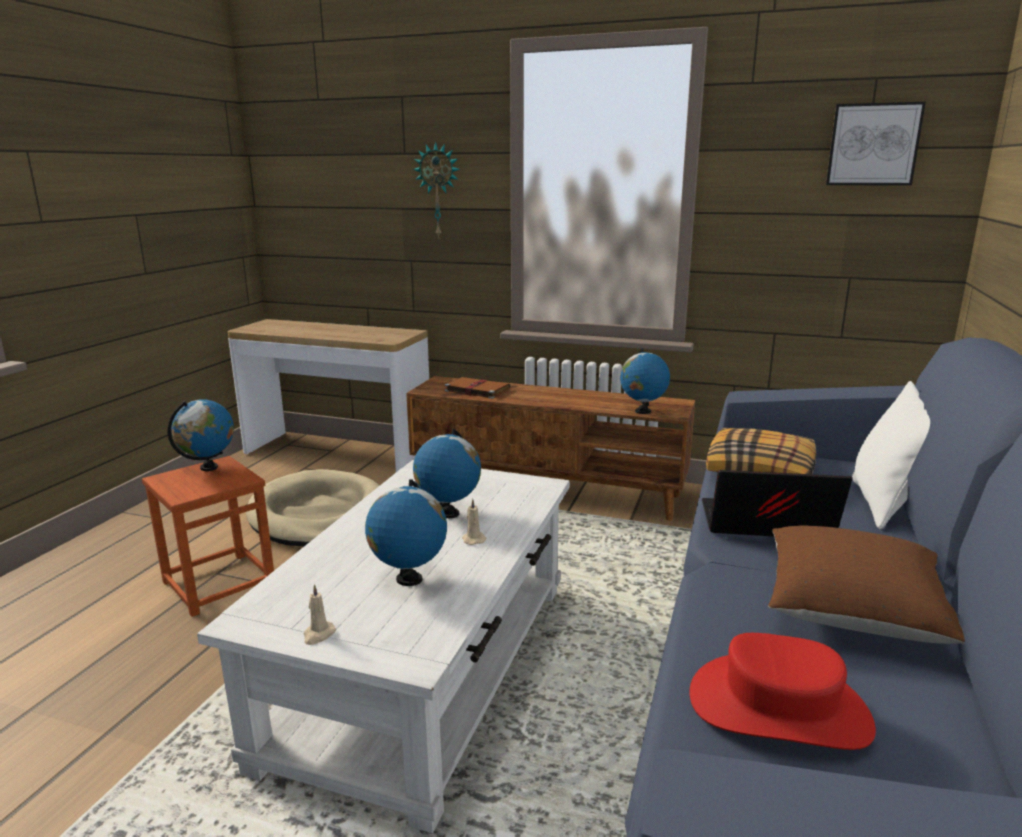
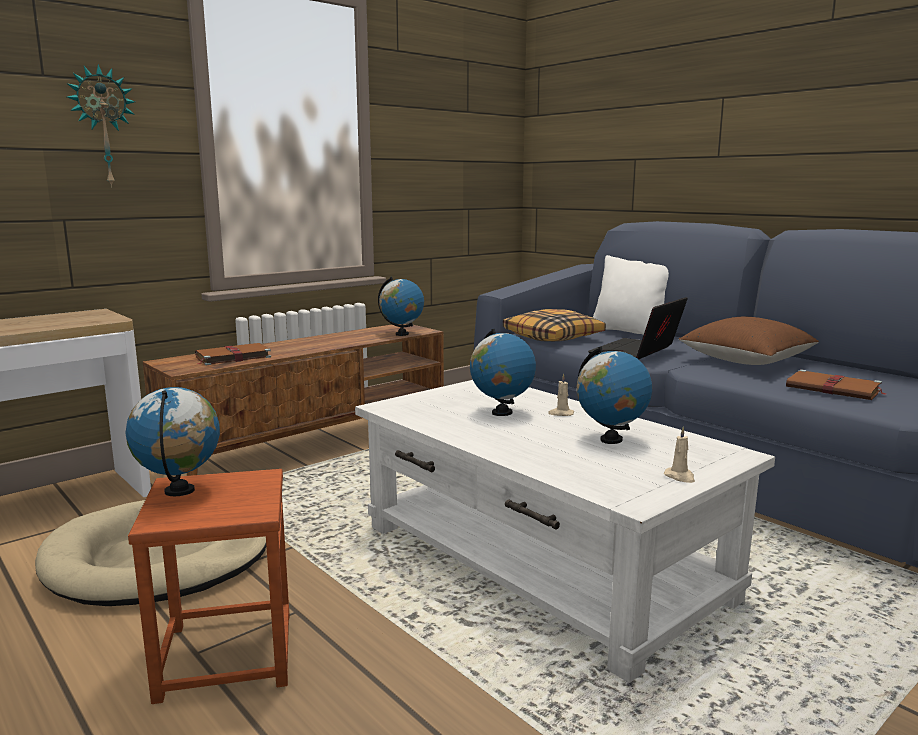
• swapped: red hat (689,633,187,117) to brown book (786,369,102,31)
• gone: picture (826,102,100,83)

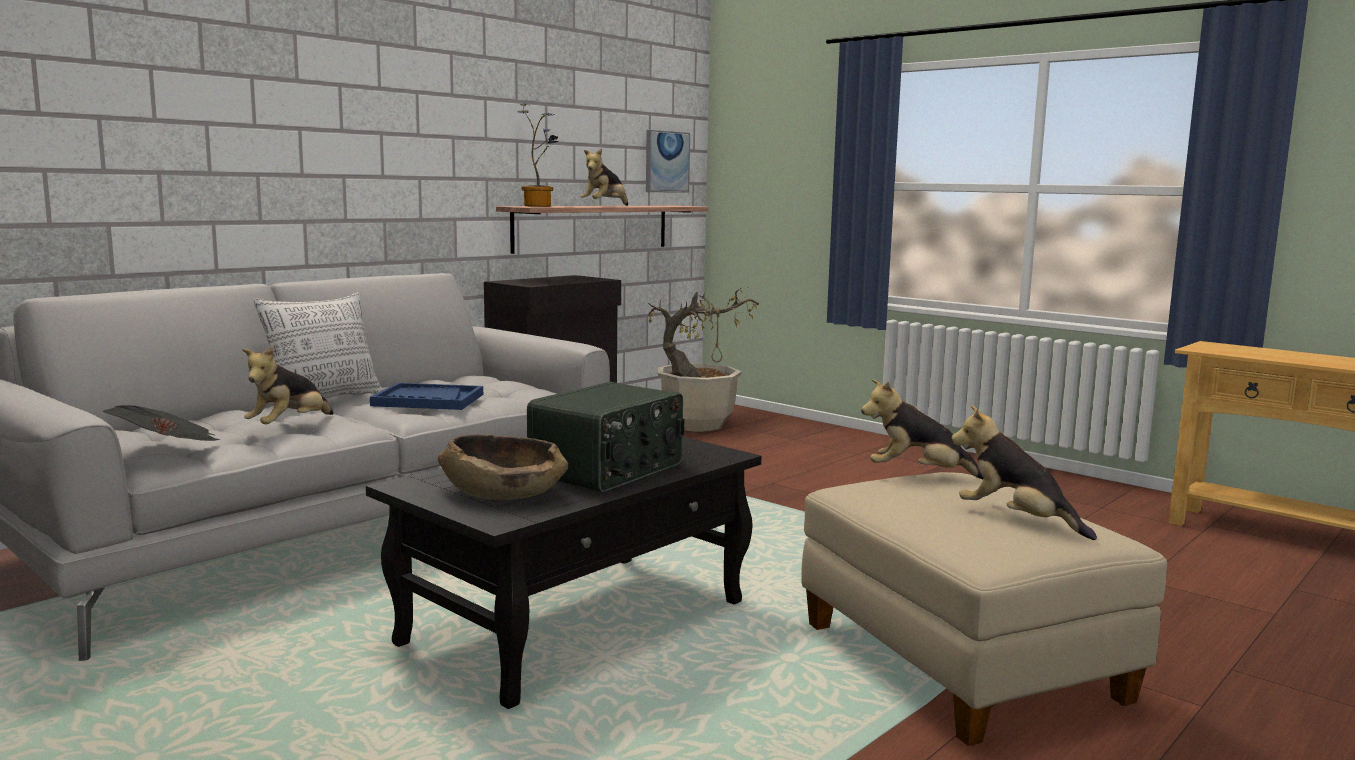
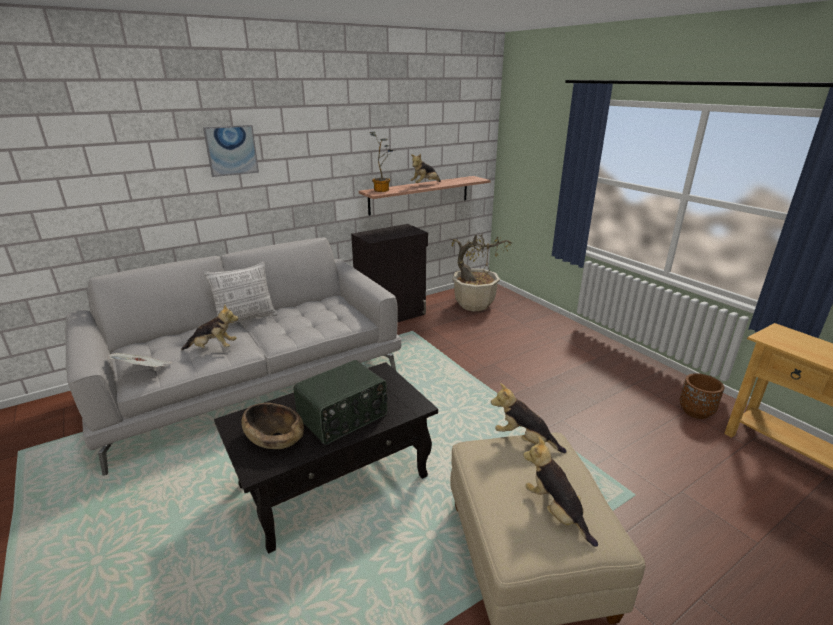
• rotated: plush toy (243,346,91,78) = (181,304,57,46) 135 degrees counterclockwise
• gone: blue tray (370,383,113,27)
• shifted: picture (646,130,44,63) to (203,125,56,52)
• new: brown planter (680,373,45,46)

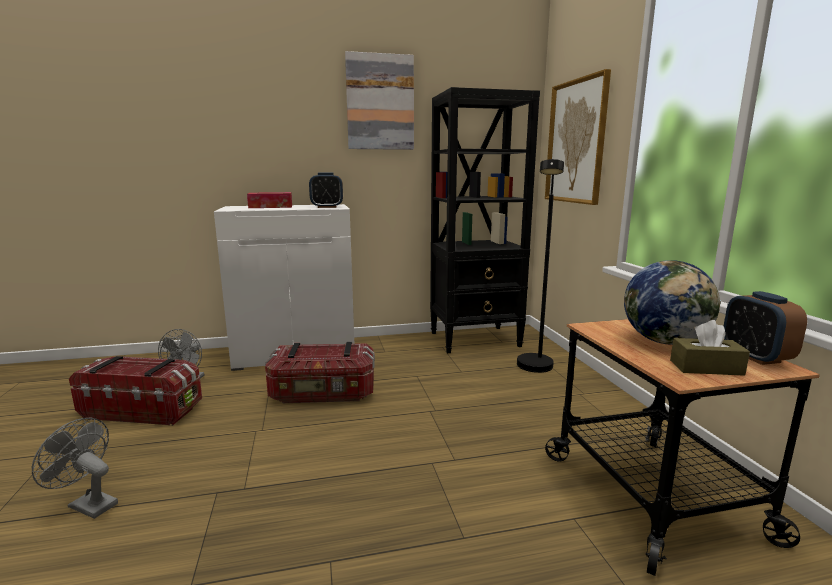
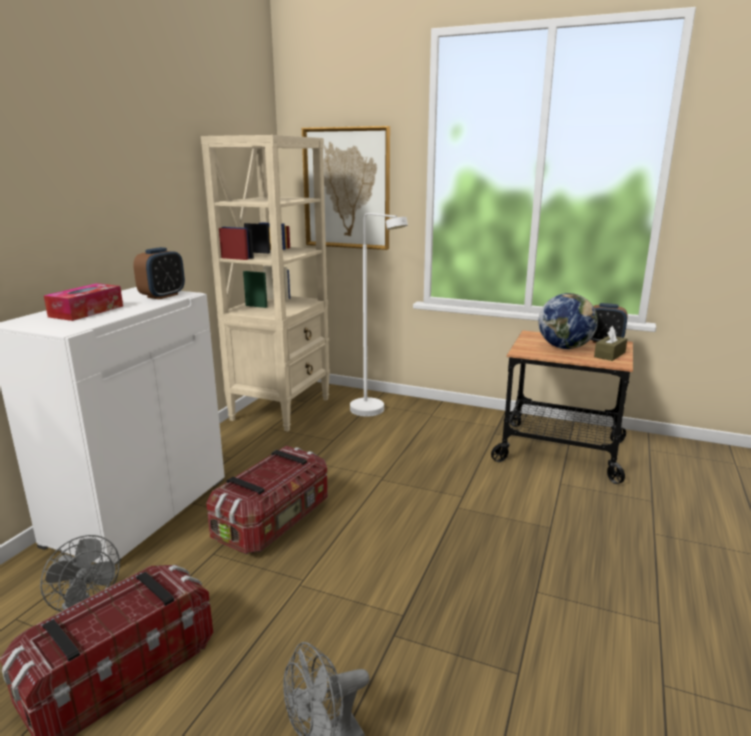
• gone: picture (345,51,69,99)
• repainted: black bookcase (430,87,110,266) to beige bookcase (201,135,129,297)
• repainted: black floor lamp (517,159,47,214) to white floor lamp (350,213,58,204)

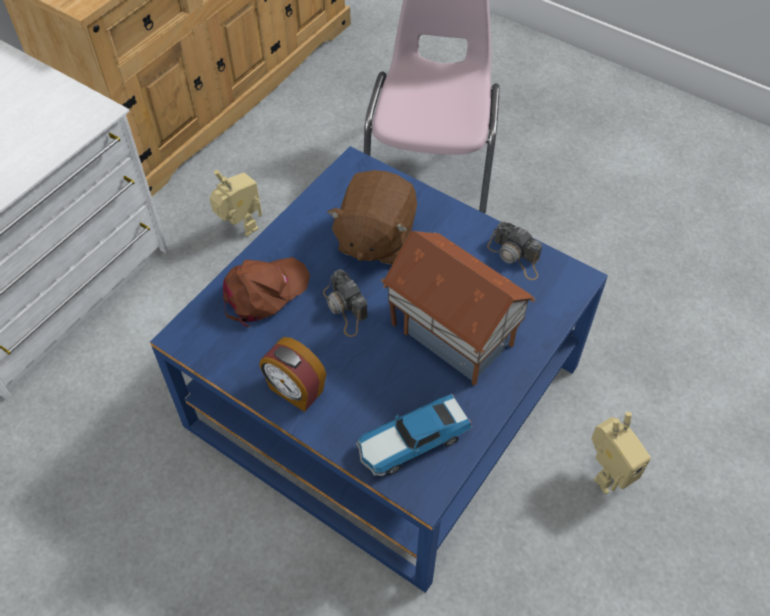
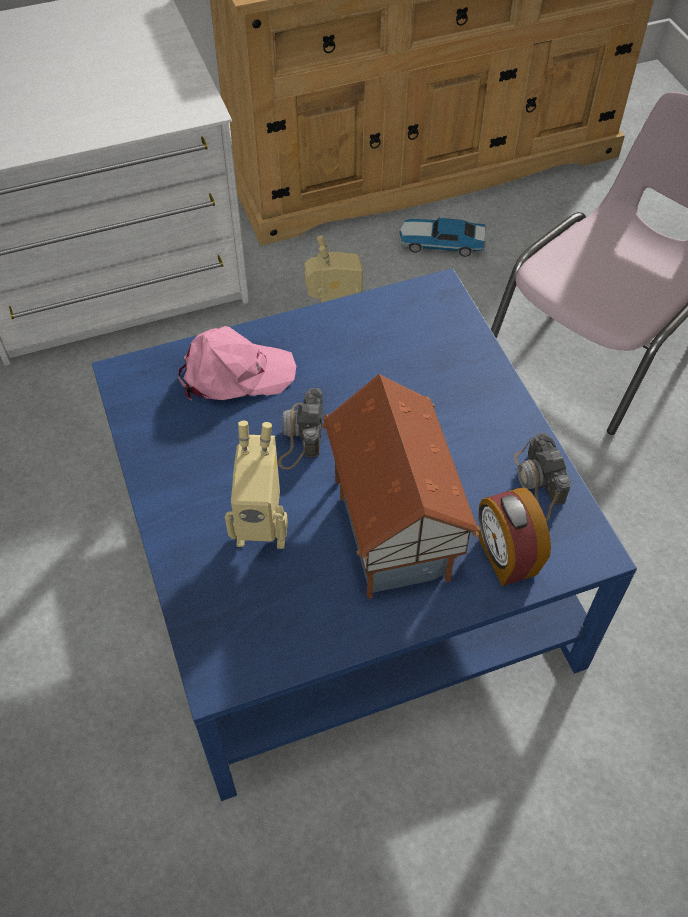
• repainted: brown cap (223,257,87,70) to pink cap (178,326,118,75)
• shifted: alarm clock (260,337,66,75) to (478,487,73,99)
• gone: brown plush toy (327,170,90,95)
• shifted: toy car (356,394,116,82) to (397,217,89,40)
• shifted: toy robot (591,412,60,82) to (225,421,63,128)

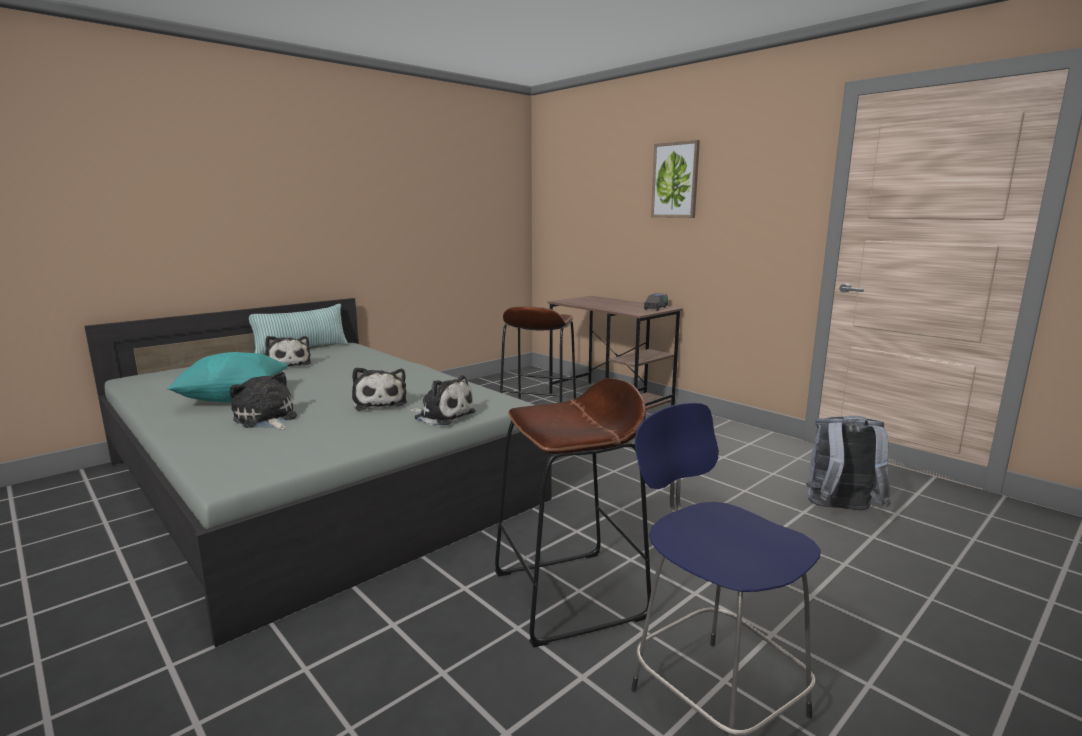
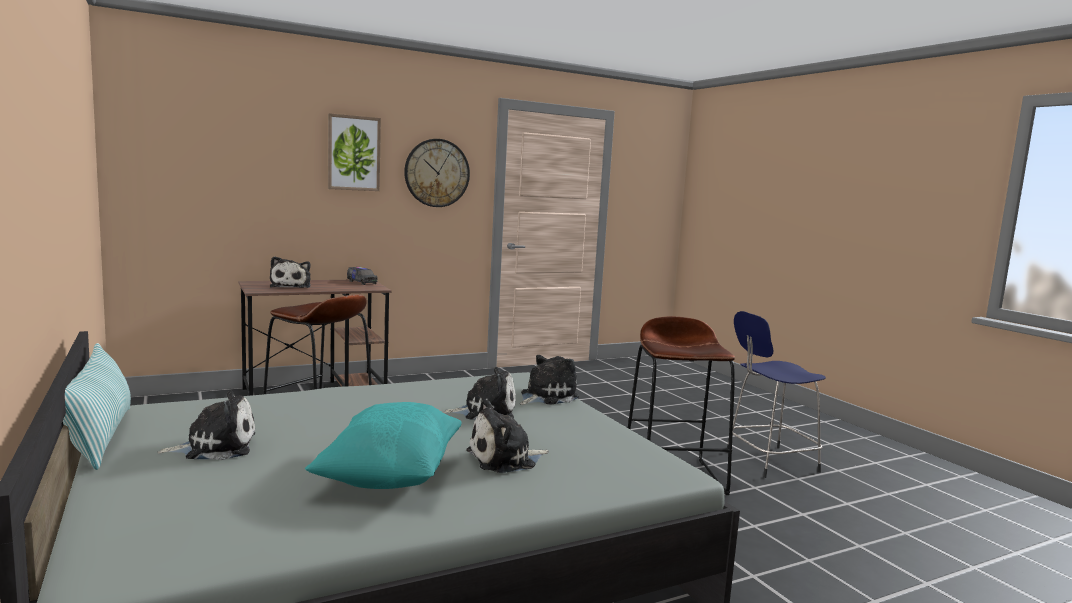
• gone: grey backpack (806,416,85,94)
• new: plush toy (270,256,41,32)
• new: wall clock (404,139,66,68)

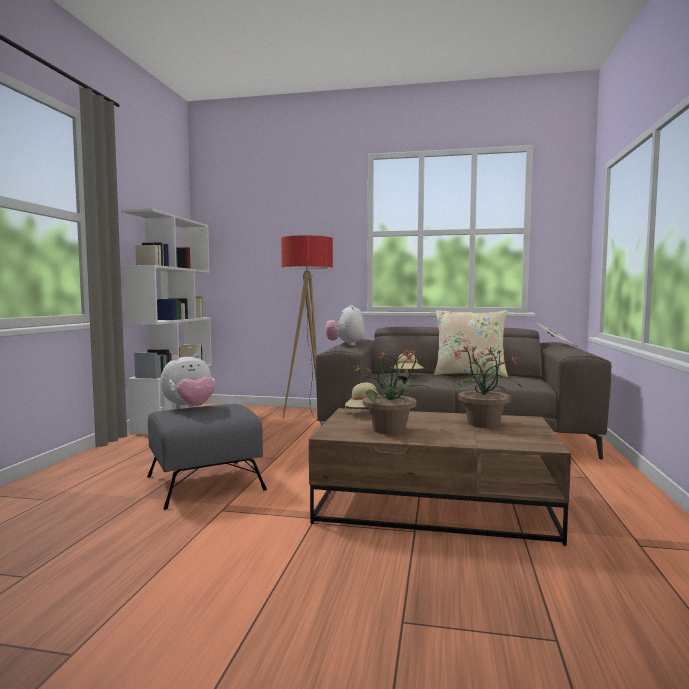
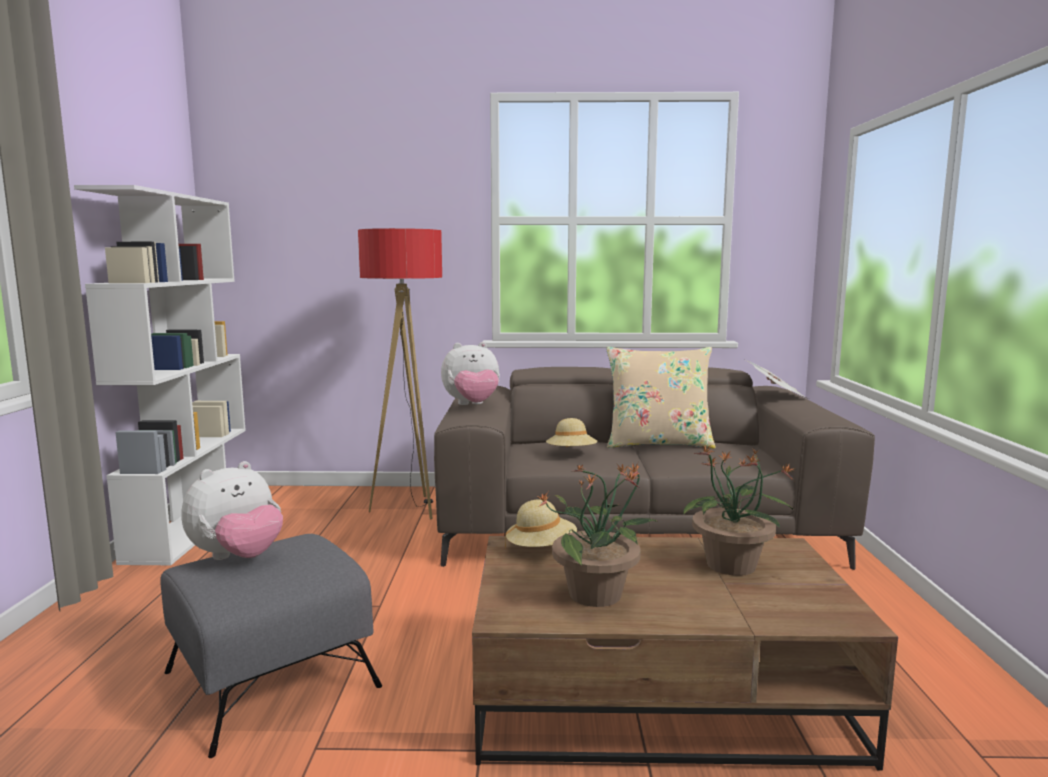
• rotated: plush toy (325,305,40,41) = (441,342,59,63) 90 degrees counterclockwise

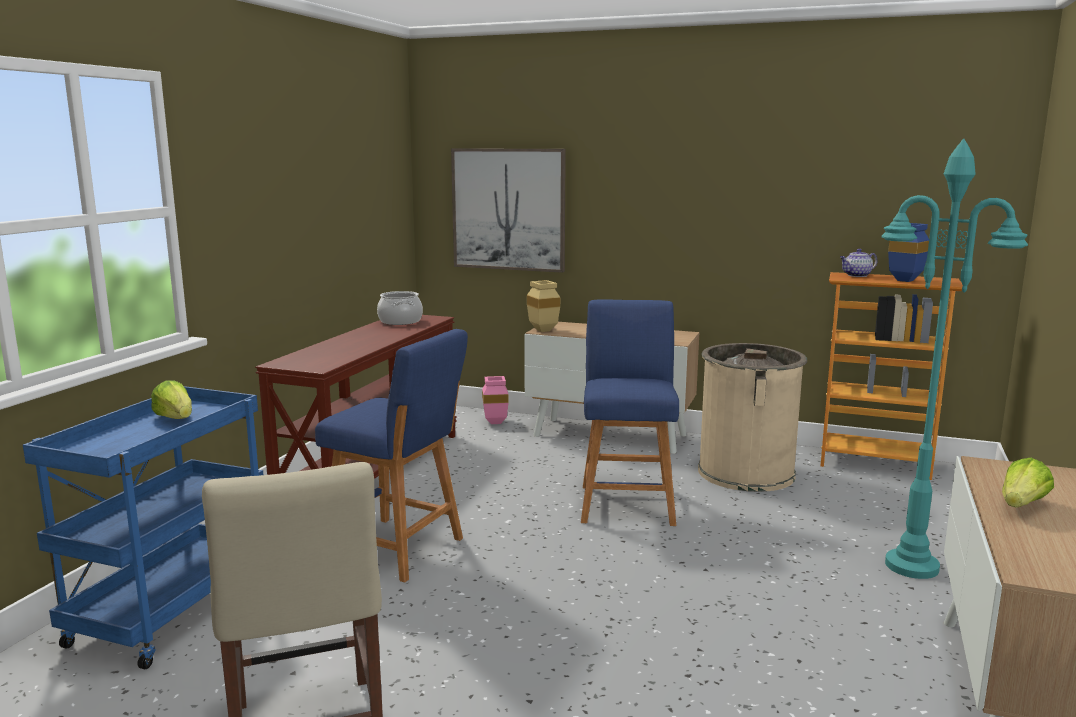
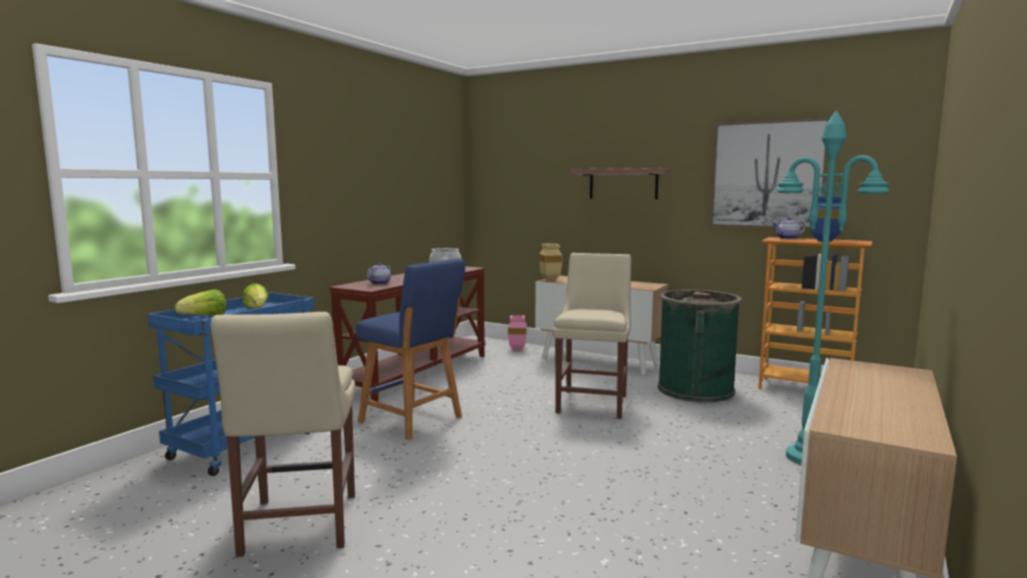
• shifted: picture (451,148,115,125) to (710,118,120,111)
• swapped: blue stool (581,300,98,226) to beige chair (553,253,78,166)
• repainted: beige trash can (698,343,109,149) to green trash can (658,290,84,112)
• shifted: lettuce (1002,458,52,50) to (175,289,51,27)
• new: teapot (367,262,24,23)
• new: shelf (570,168,100,31)

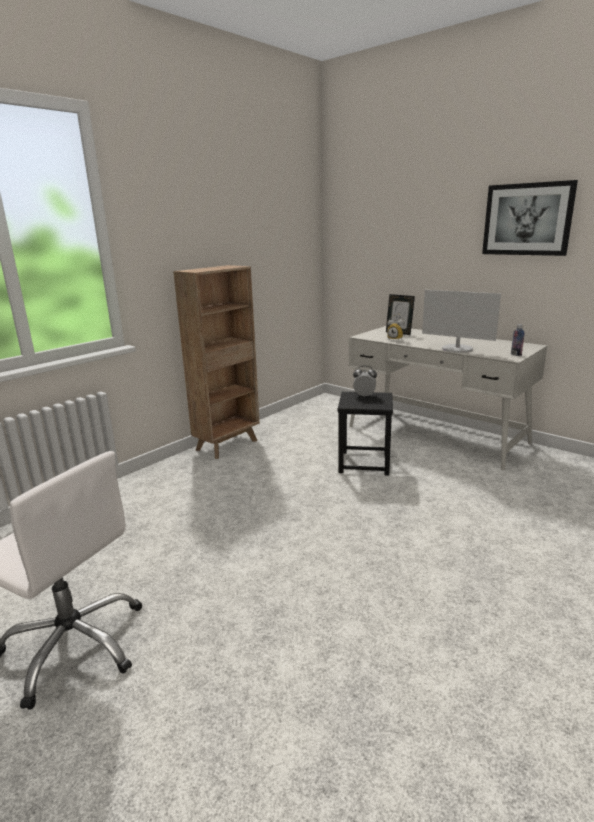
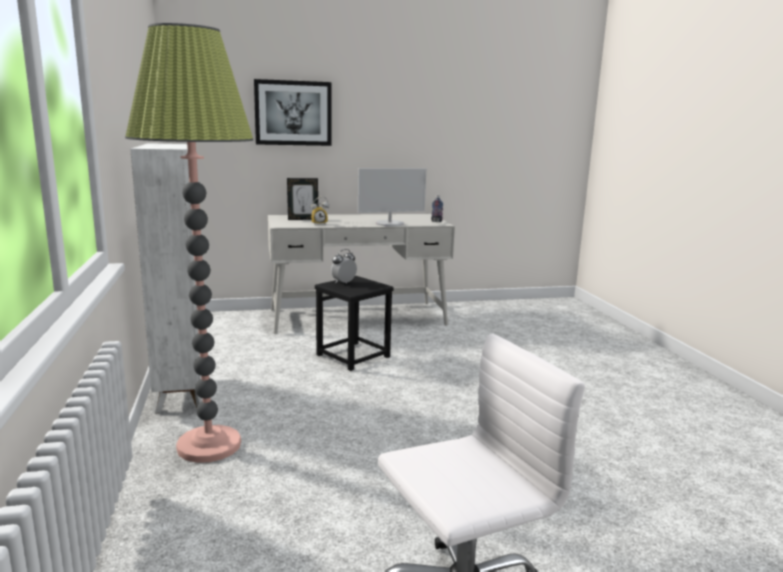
• repainted: brown bookcase (173,265,87,194) to white bookcase (130,143,80,271)
• shifted: picture (482,180,96,76) to (254,79,78,67)
• new: floor lamp (125,23,128,440)

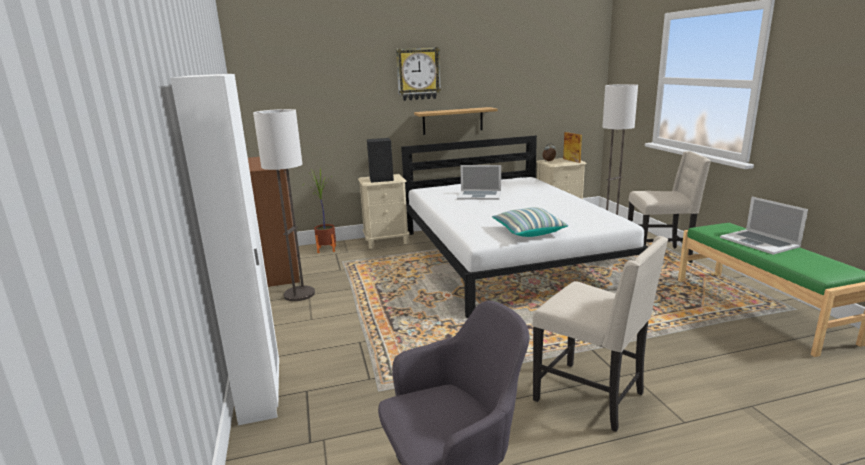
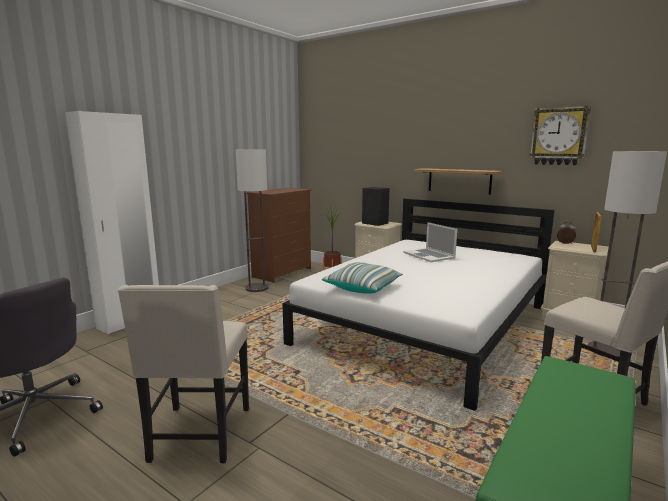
• shifted: wall clock (396,47,45,54) to (530,106,61,59)
• gone: laptop (720,197,88,58)

